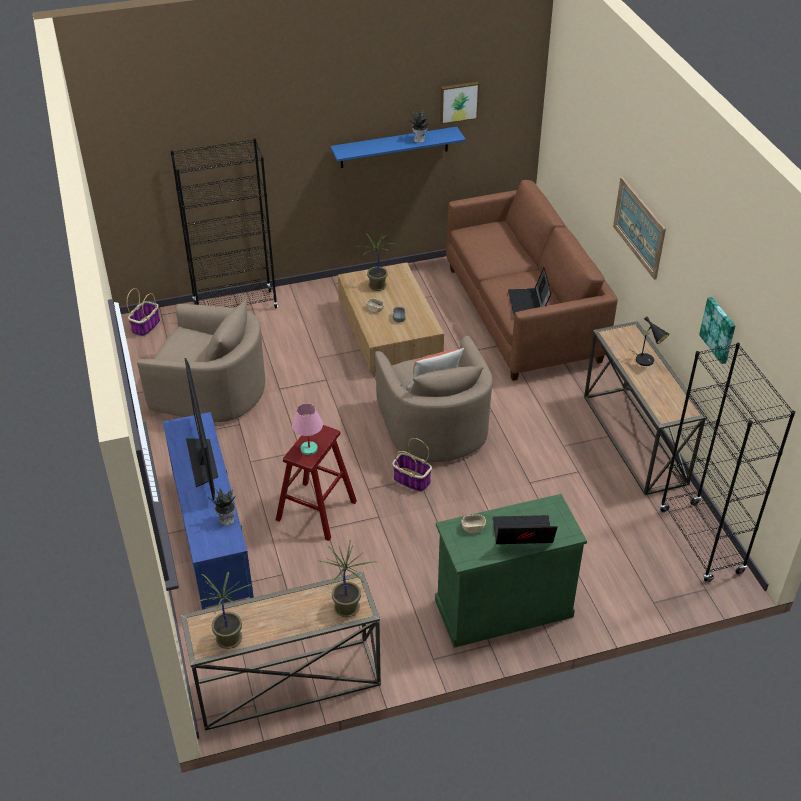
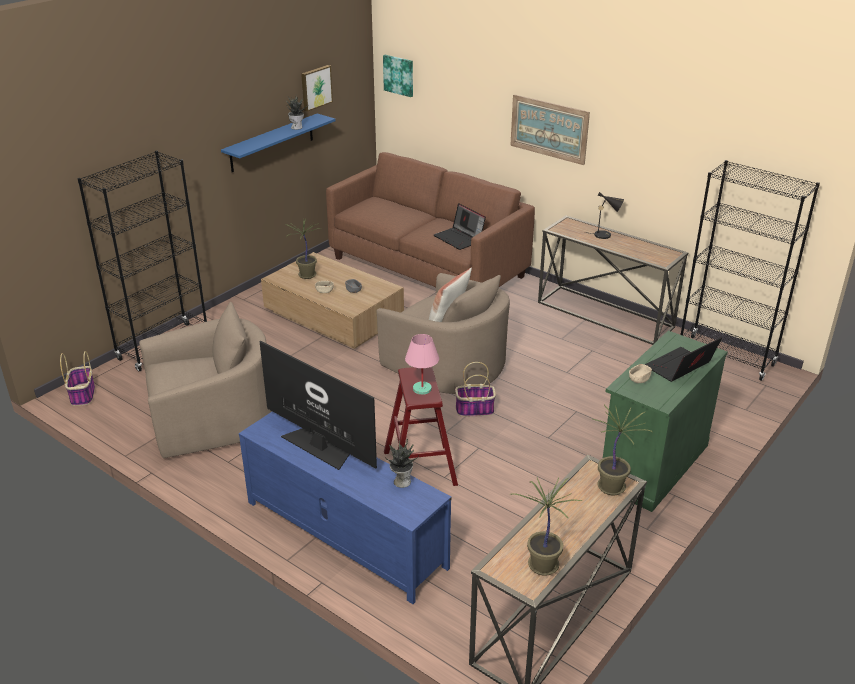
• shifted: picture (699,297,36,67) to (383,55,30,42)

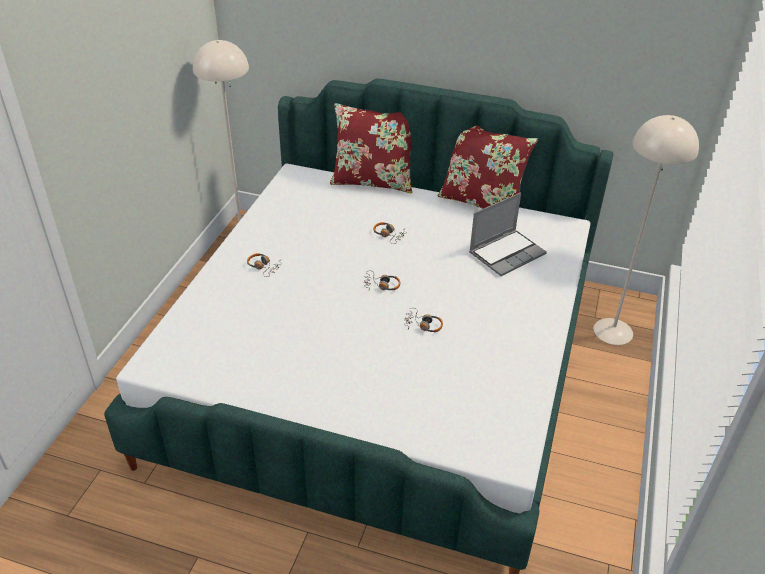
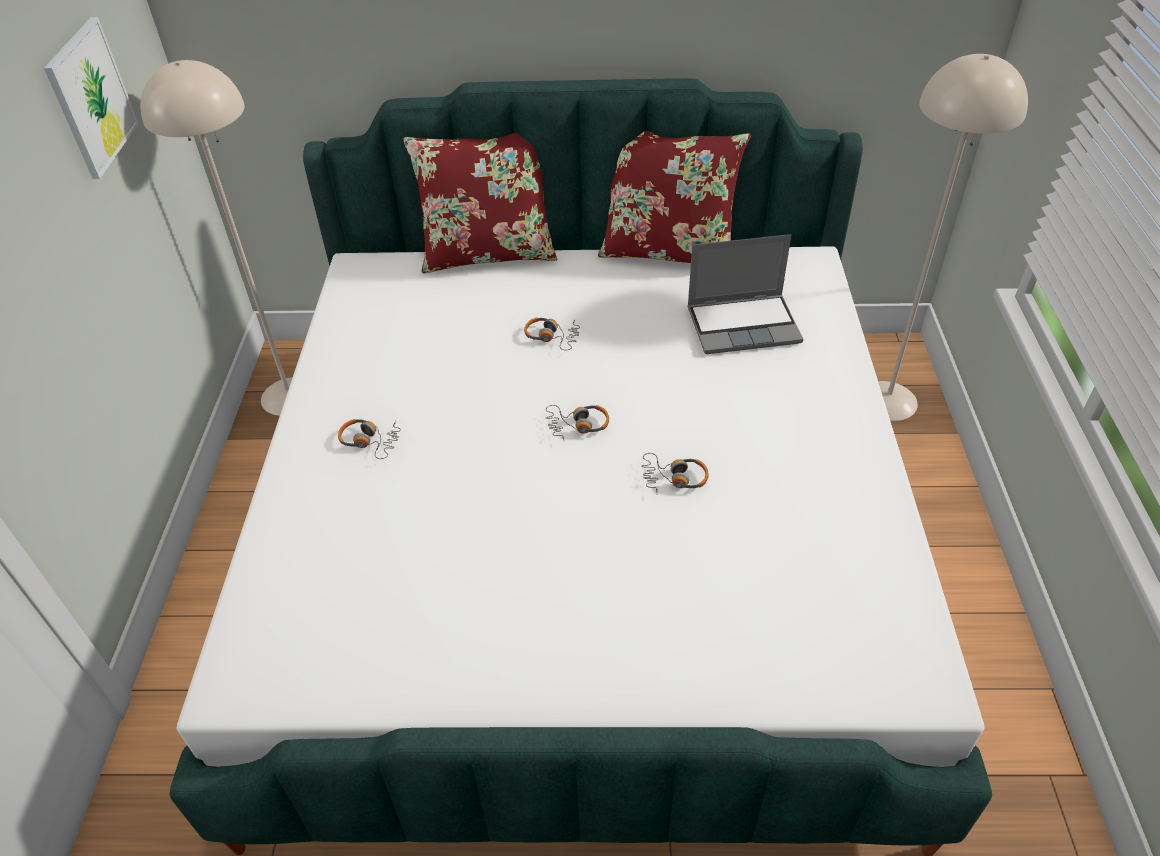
• rotated: laptop (469,193,78,83) = (687,234,116,120) 45 degrees clockwise
• new: picture (44,17,95,162)

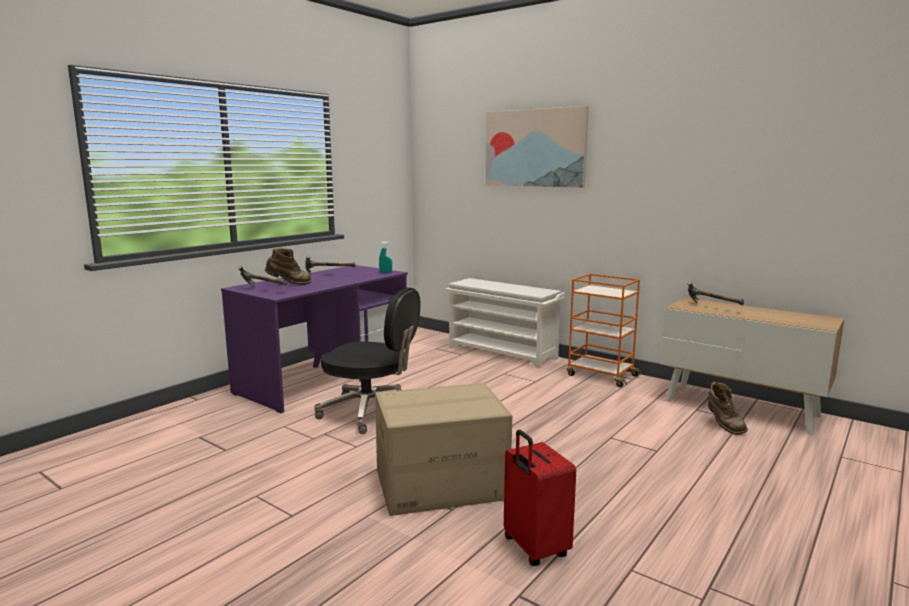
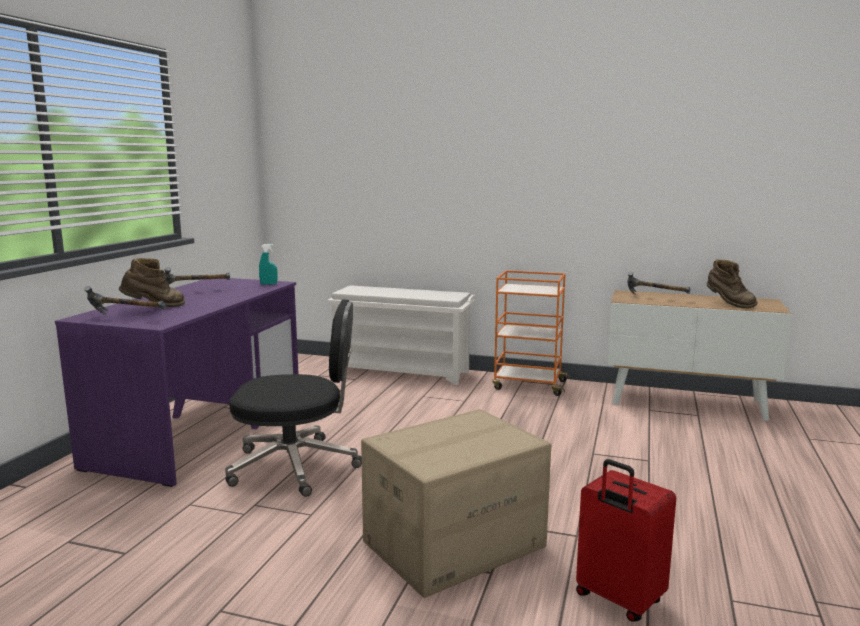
• gone: picture (485,106,104,82)
• shifted: brown boot (707,382,41,53) to (707,259,51,49)

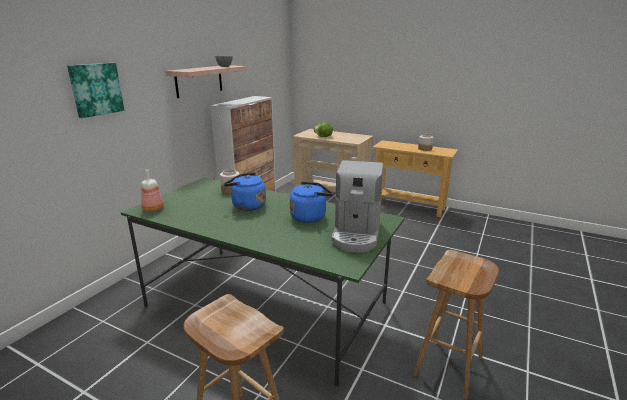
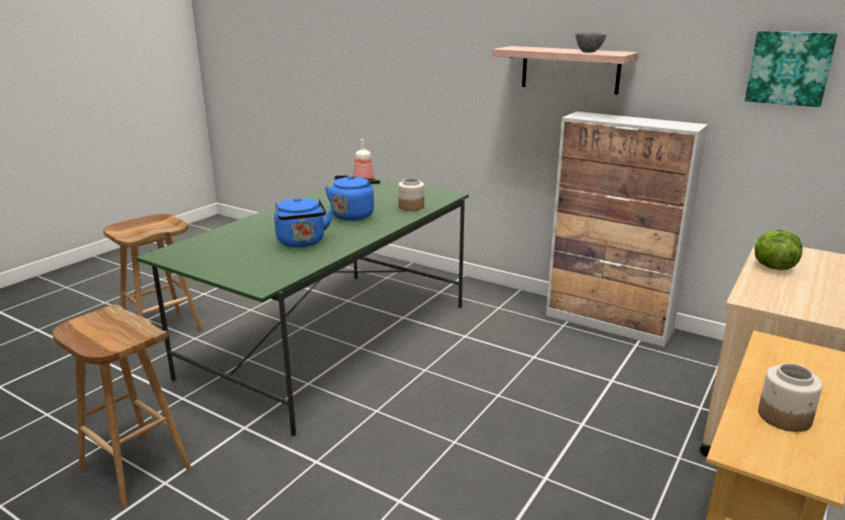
• shifted: picture (67,63,57,55) to (745,31,92,76)
• gone: coffee machine (331,160,53,93)

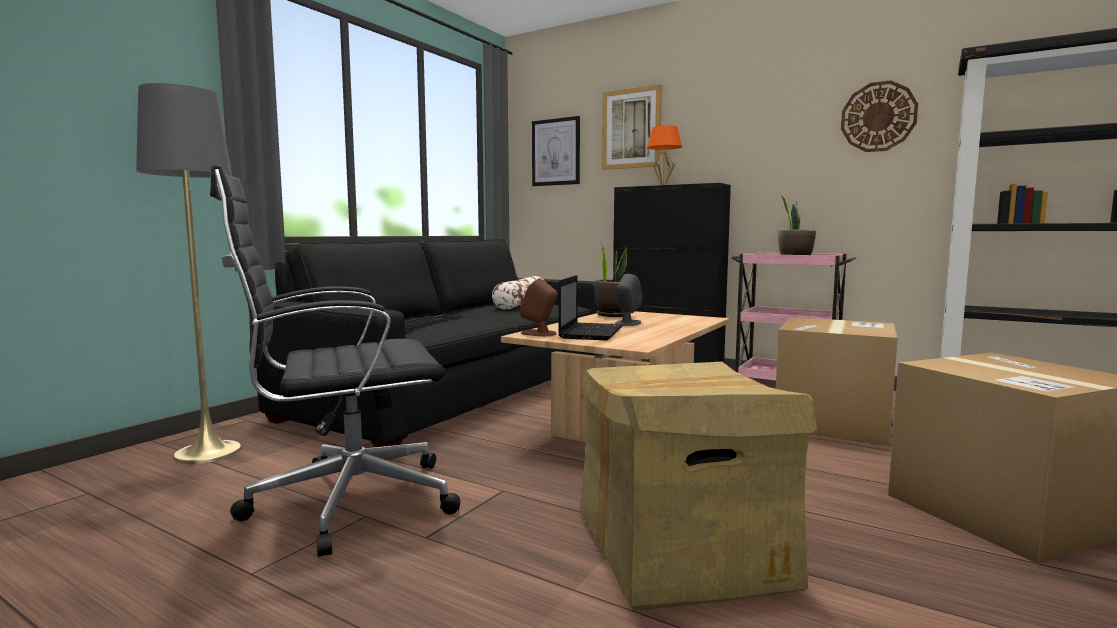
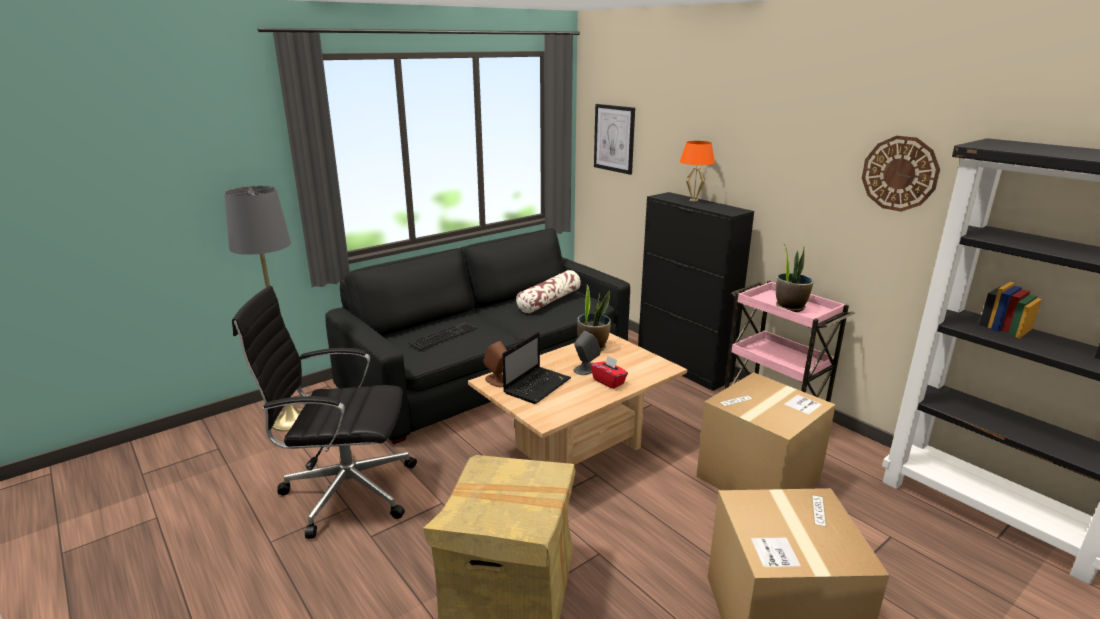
• gone: picture (602,84,60,86)
• new: red tissue box (591,355,37,34)

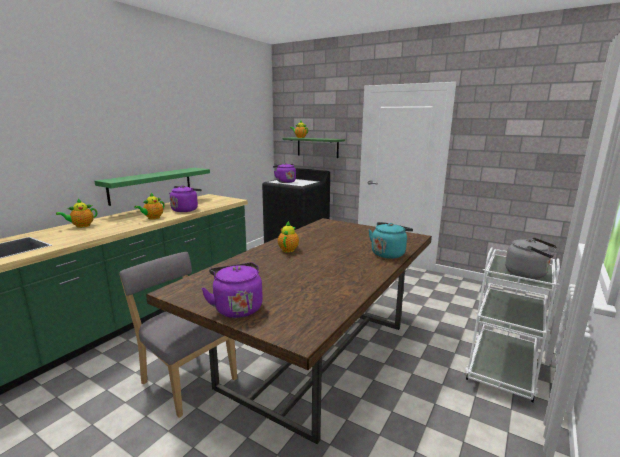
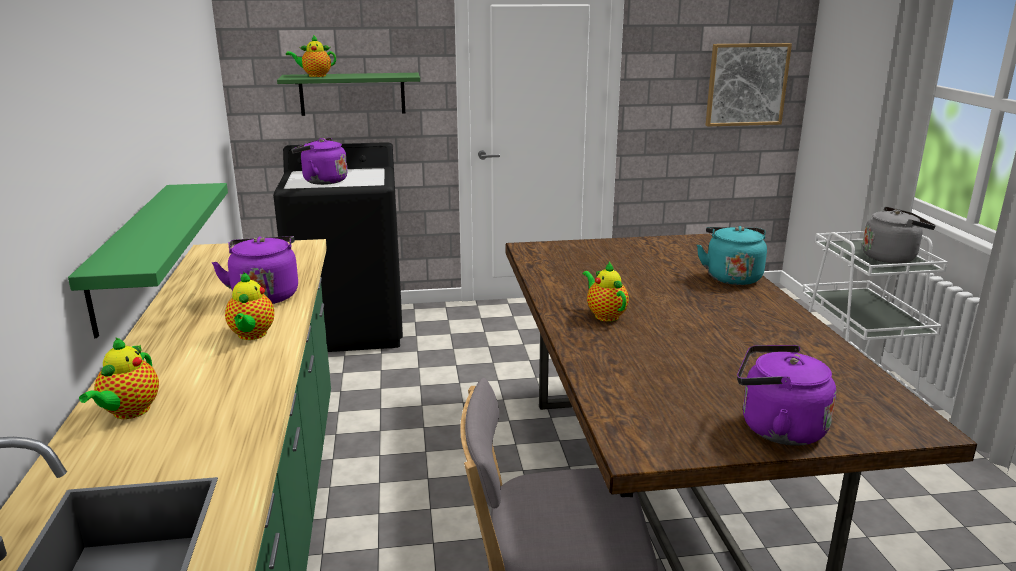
• new: picture (706,43,86,83)

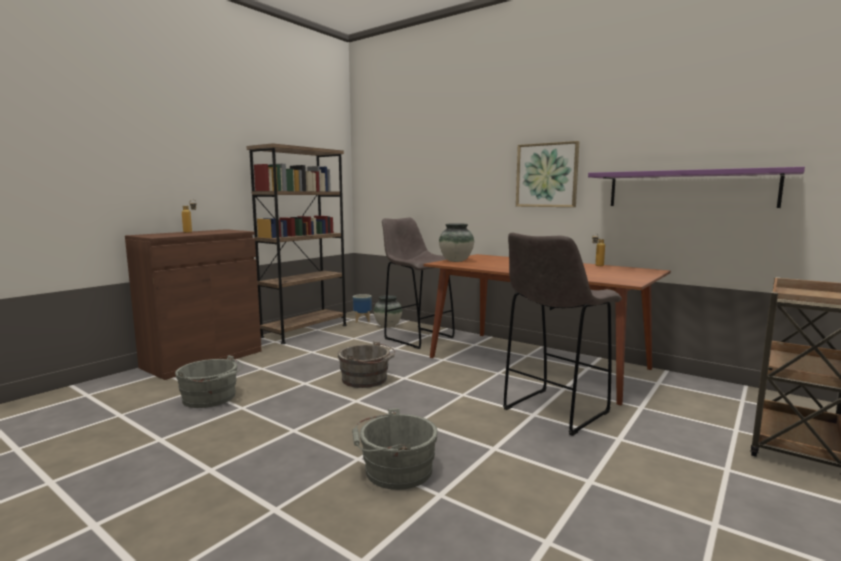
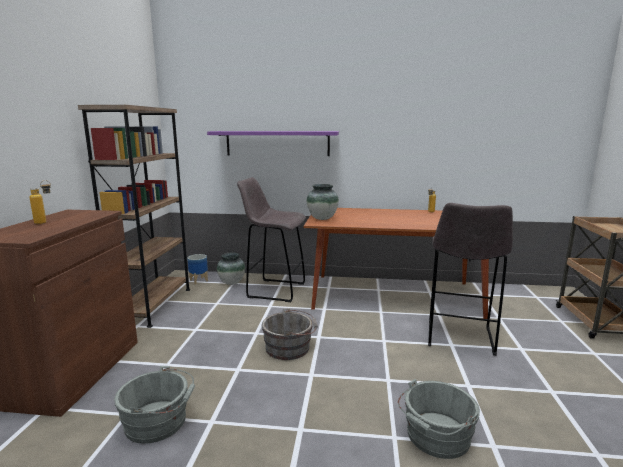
• gone: picture (516,141,63,66)
• shifted: purple shelf (588,167,217,41) to (207,131,132,25)

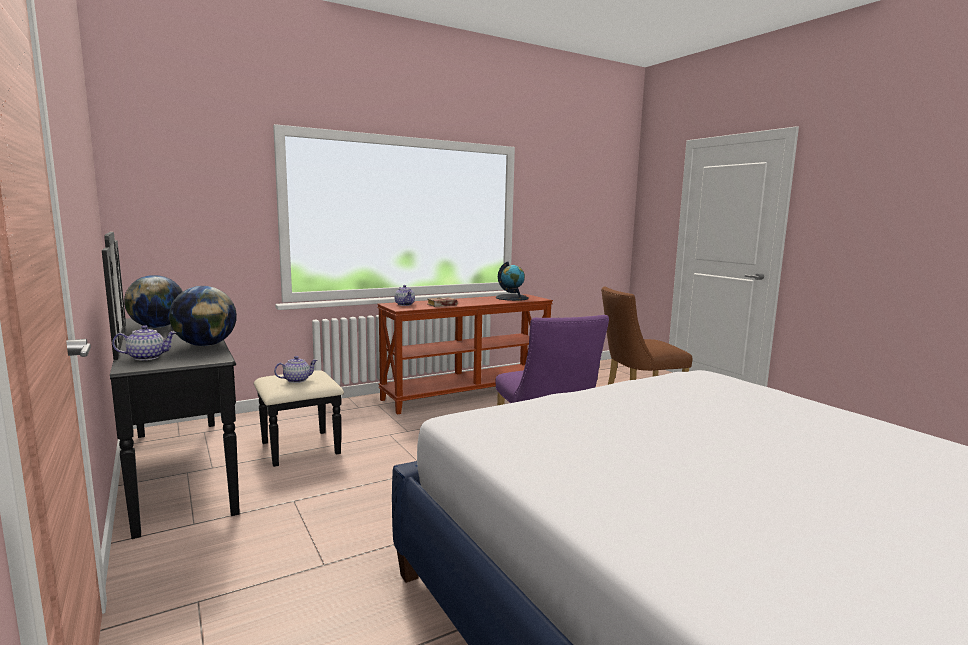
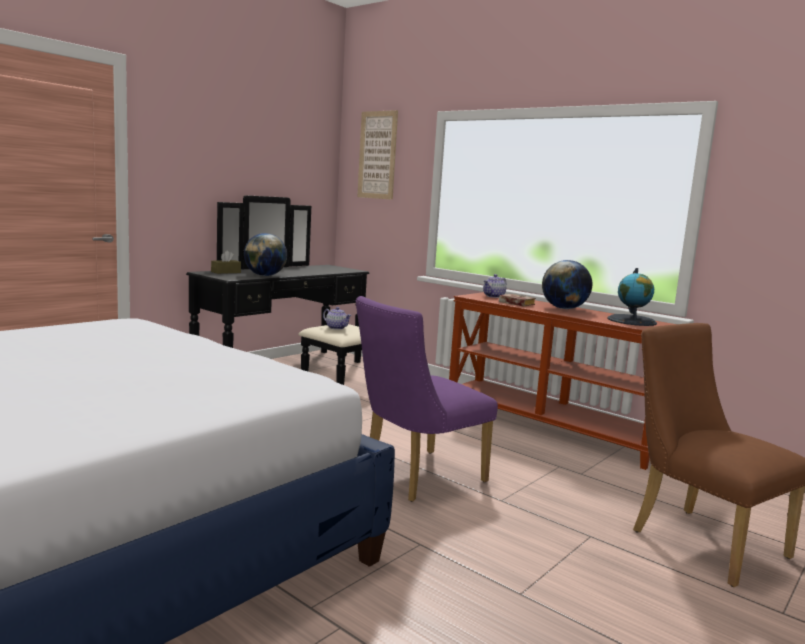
• swapped: teapot (112,325,65,35) to brown tissue box (211,250,30,24)
• shifted: globe (124,275,59,53) to (542,260,50,49)
• new: picture (357,110,41,90)

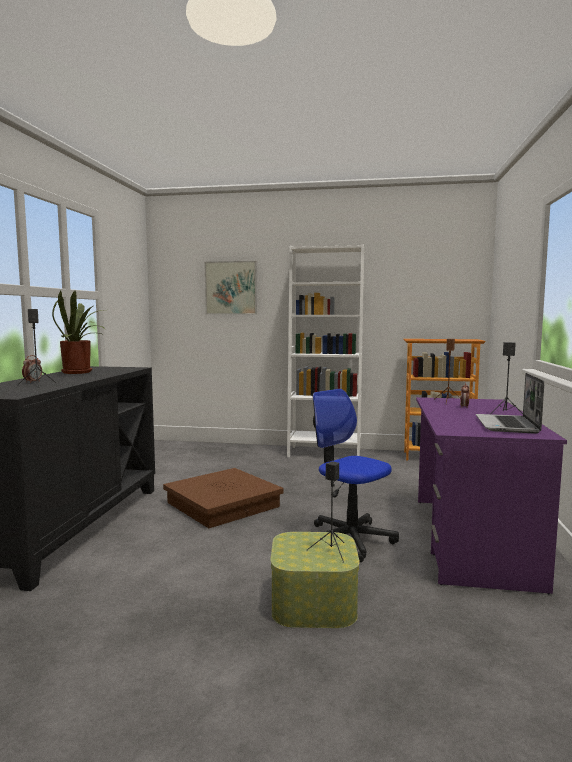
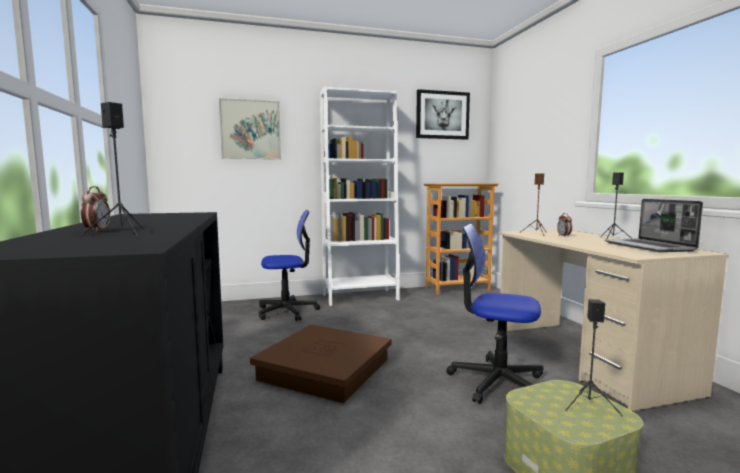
• gone: potted plant (52,291,54,83)
• repainted: purple desk (416,397,151,197) to beige desk (498,230,231,181)
• new: office chair (259,210,61,111)
• new: picture (416,89,54,51)

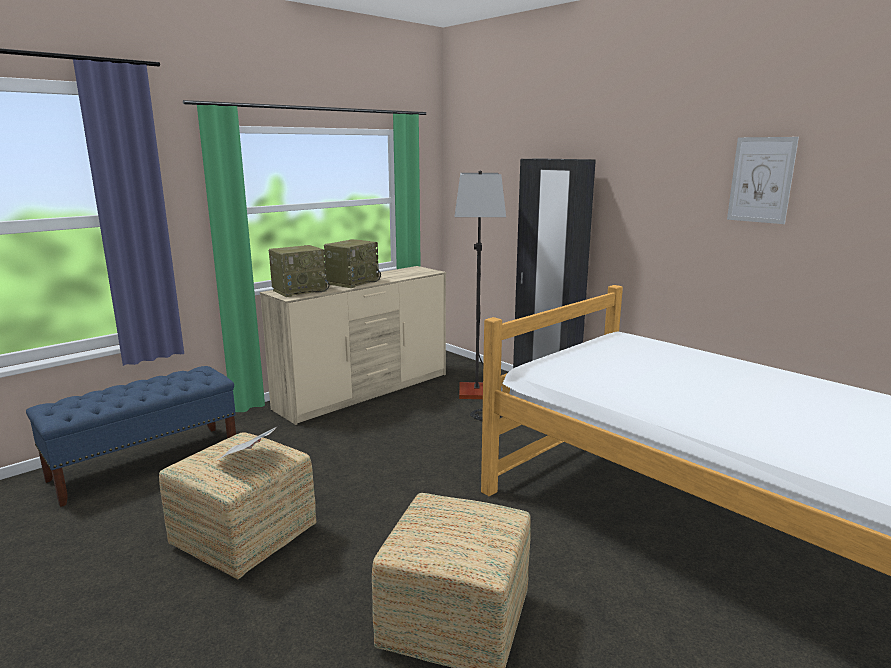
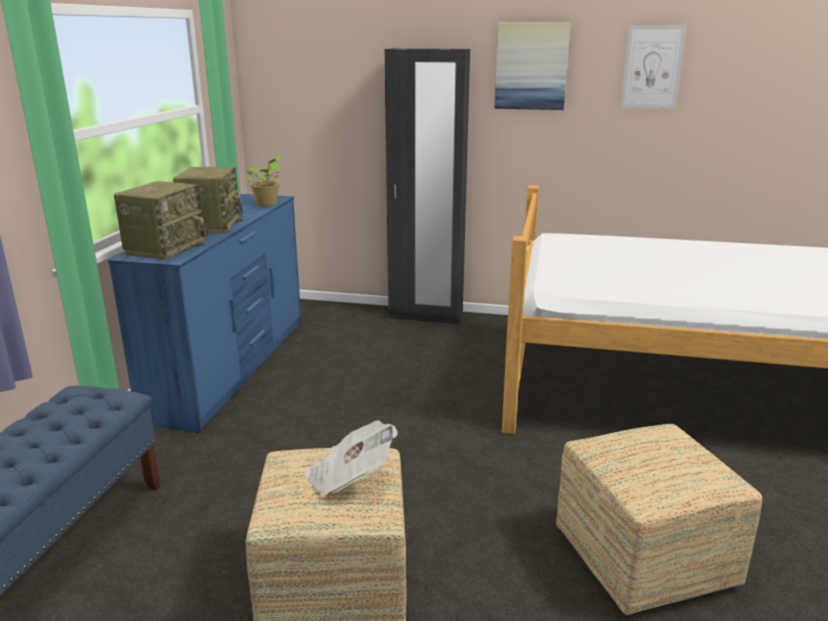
• repainted: beige dresser (260,266,186,159) to blue dresser (108,194,194,239)
• gone: floor lamp (454,170,52,251)
• new: potted plant (246,155,36,51)
• new: picture (494,22,77,88)

